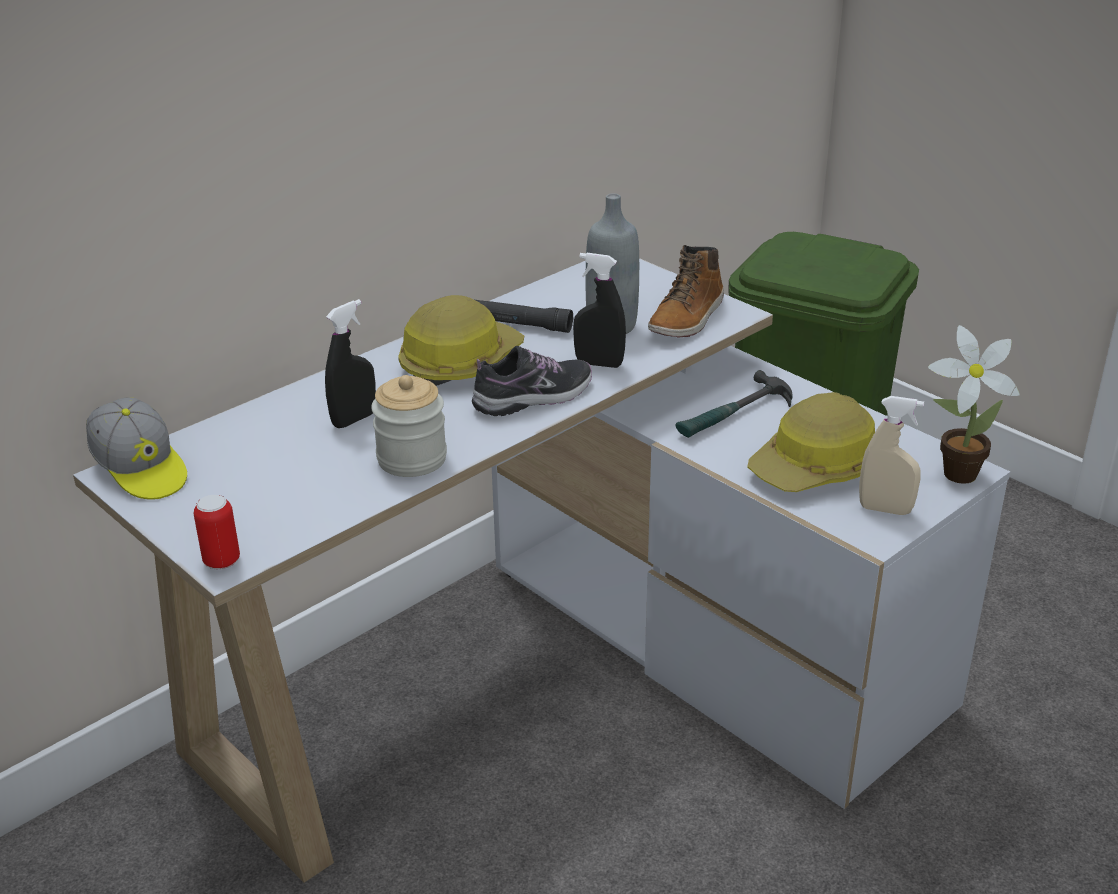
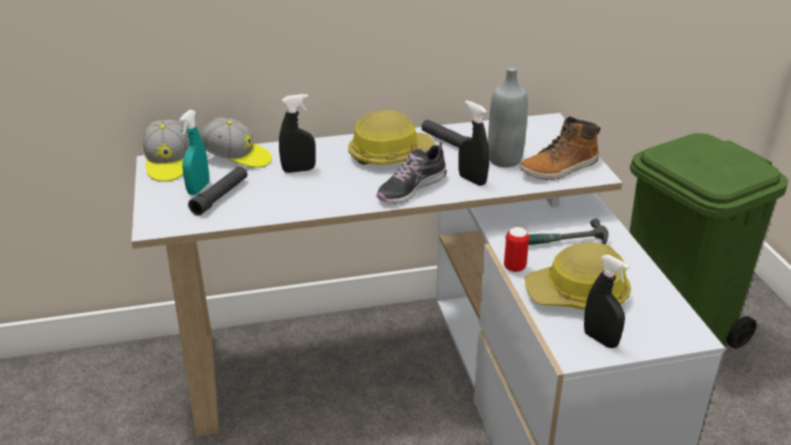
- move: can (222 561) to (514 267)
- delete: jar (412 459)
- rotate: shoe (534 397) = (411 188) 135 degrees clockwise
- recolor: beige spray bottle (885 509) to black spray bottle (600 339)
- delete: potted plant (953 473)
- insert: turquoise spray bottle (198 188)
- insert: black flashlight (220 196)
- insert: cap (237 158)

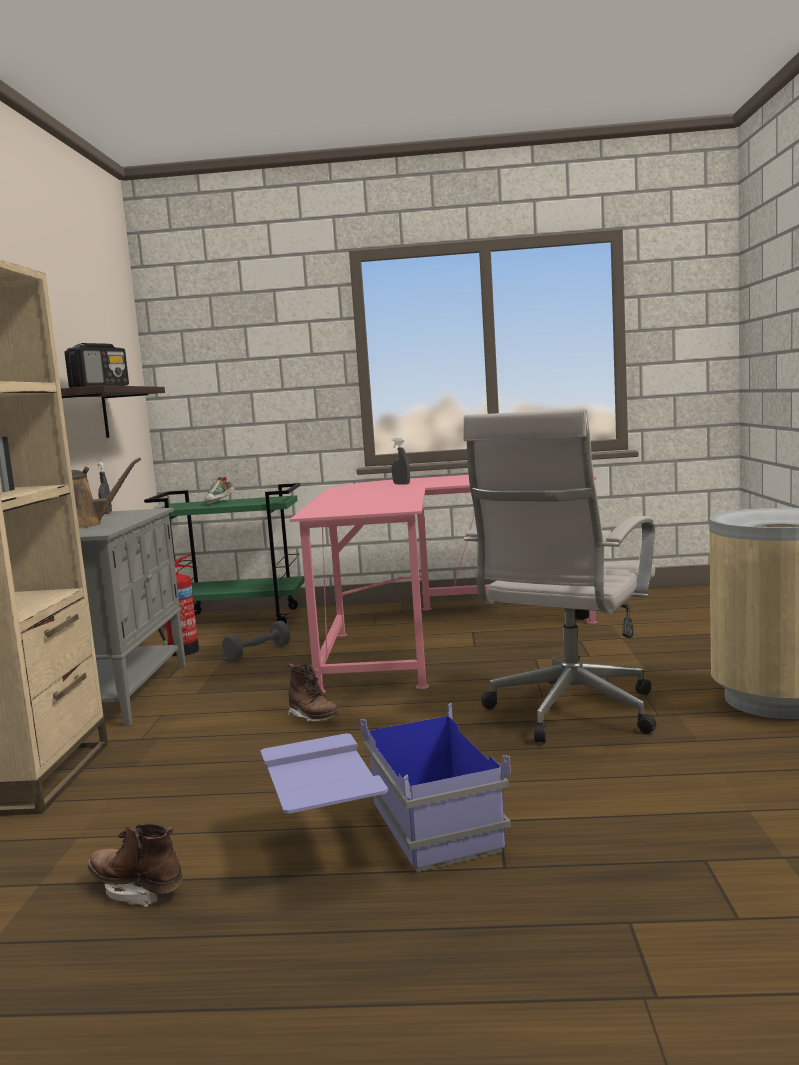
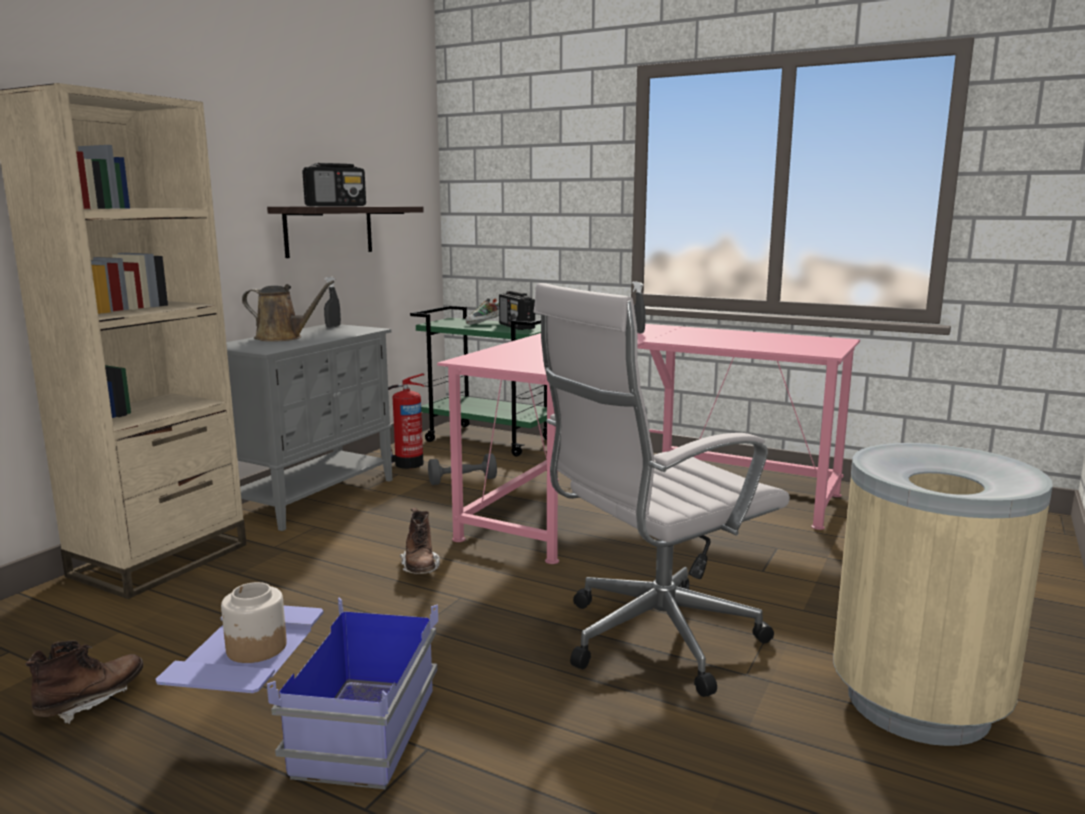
- rotate: brown boot (137 889) = (91 701) 75 degrees clockwise
- insert: jar (256 647)
- insert: radio (517 326)

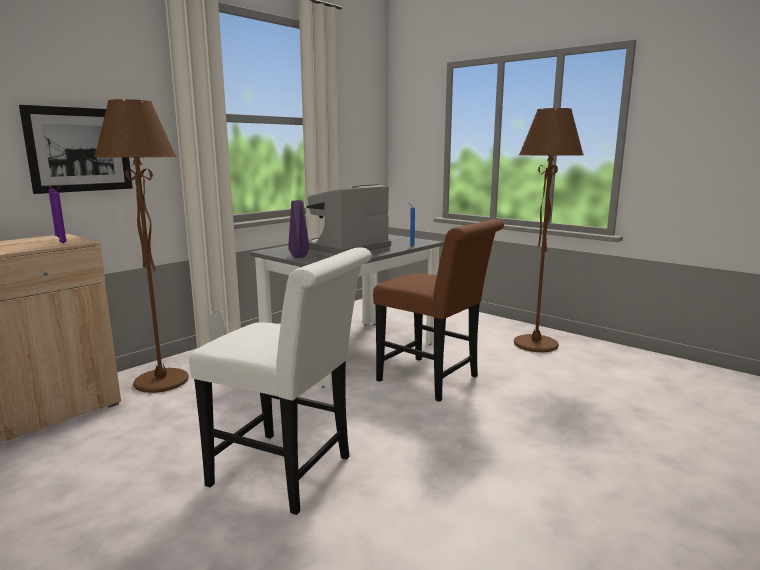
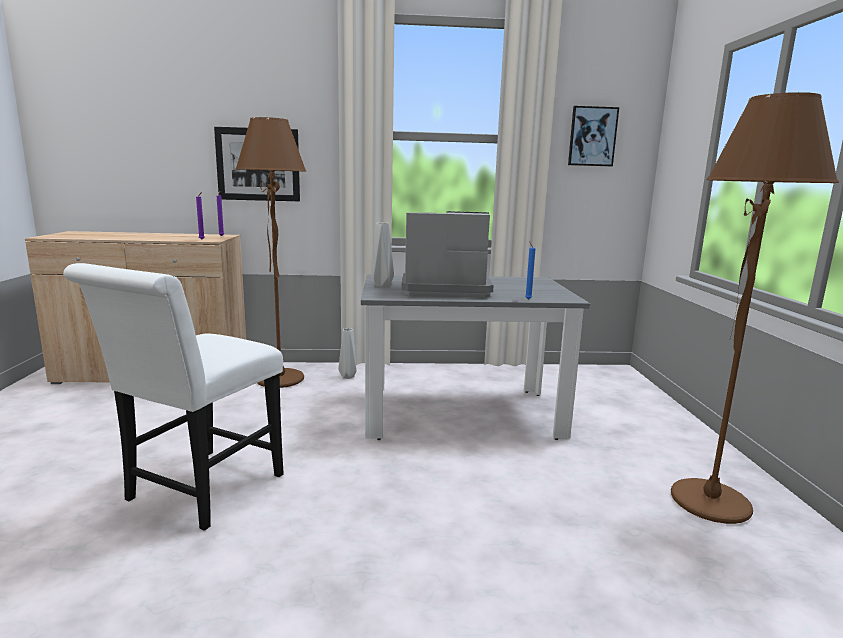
- rotate: white chair (289 473) = (198 492) 45 degrees clockwise
- recolor: purple vase (299 257) to grey vase (381 286)
- delete: brown chair (434 380)
- insert: picture (592 136)

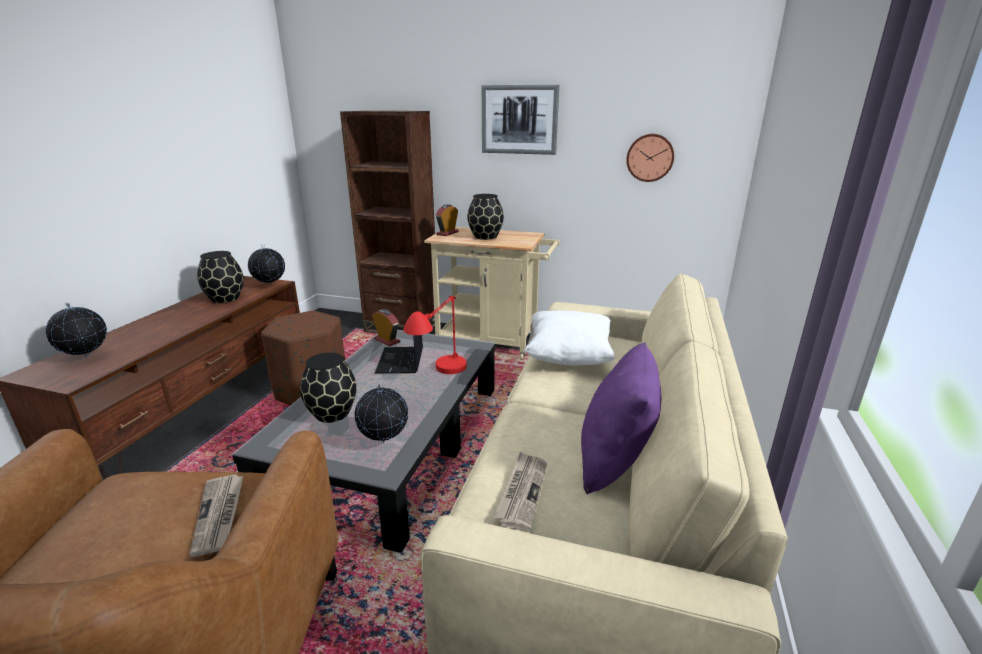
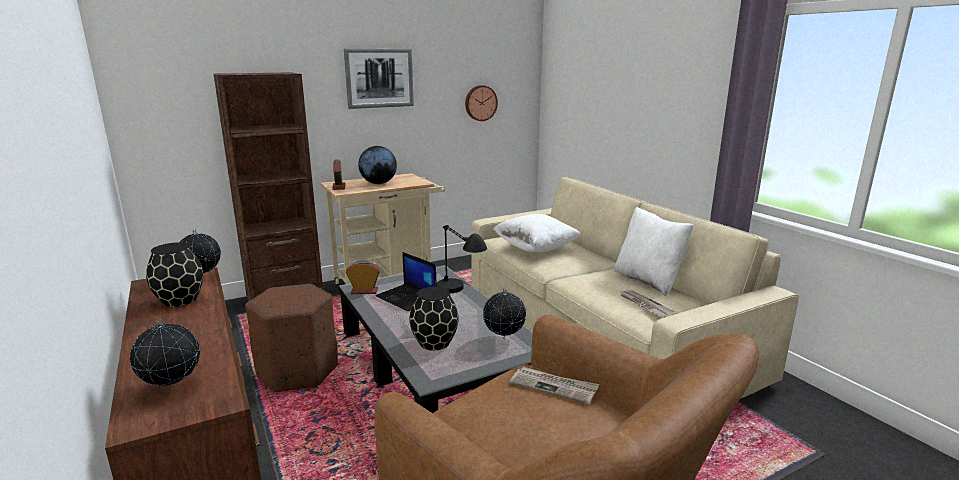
- recolor: red table lamp (439 379) to black table lamp (460 296)
- replace: black vase (486 237) to globe (378 183)
- recolor: purple pillow (614 460) to white pillow (648 281)

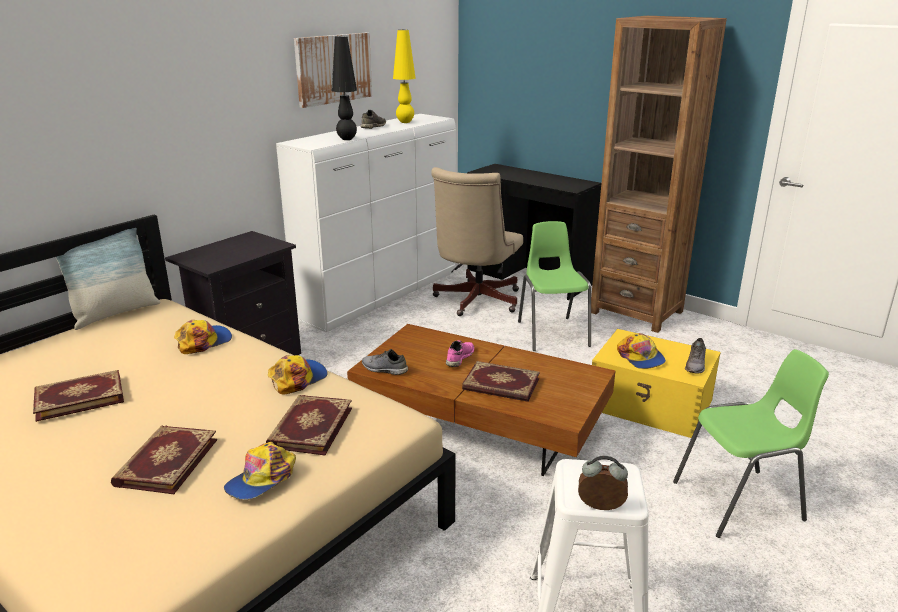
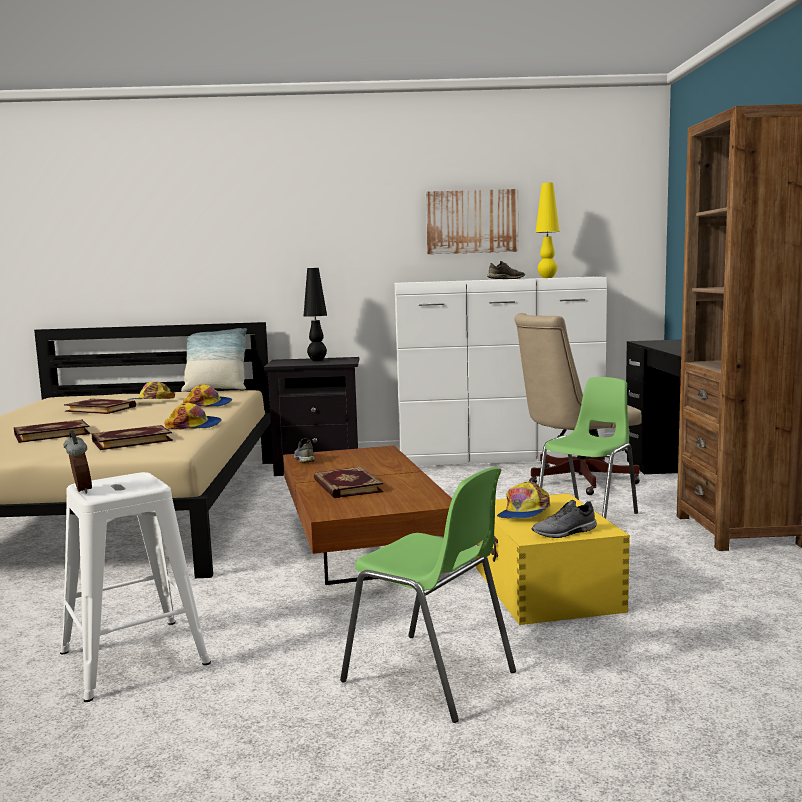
- move: cap (262 479) to (150 401)
- move: black table lamp (346 139) to (317 360)
- delete: pink shoe (459 358)

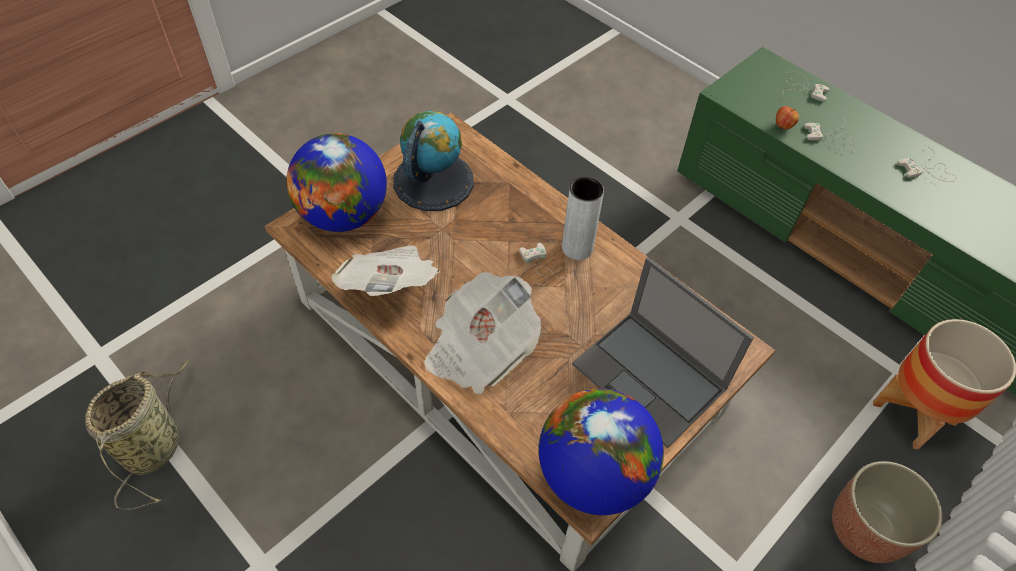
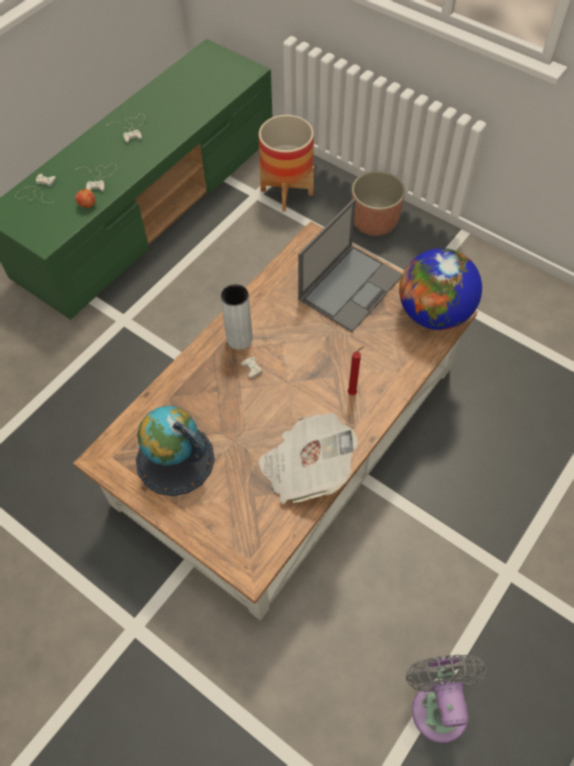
- replace: basket (155 445) to grey fan (438 704)
- delete: globe (344 215)
- replace: newspaper (479 349) to red candle (353 392)

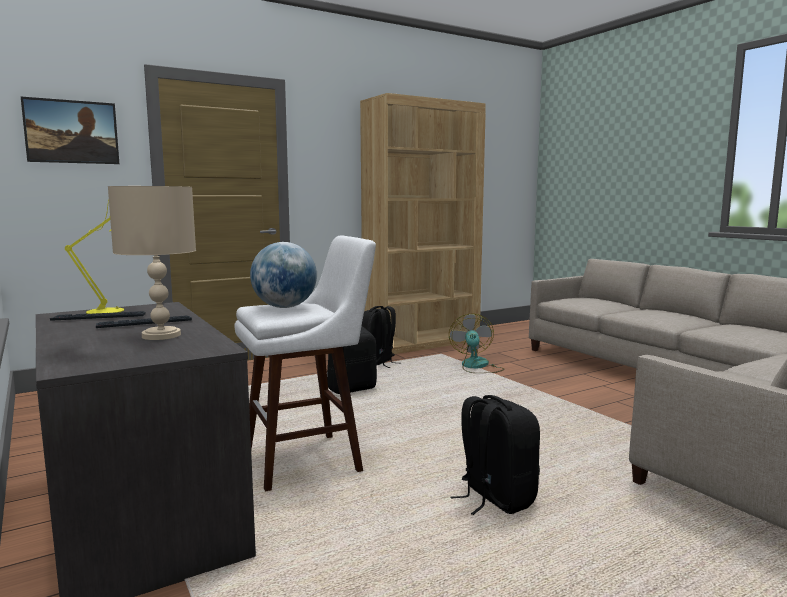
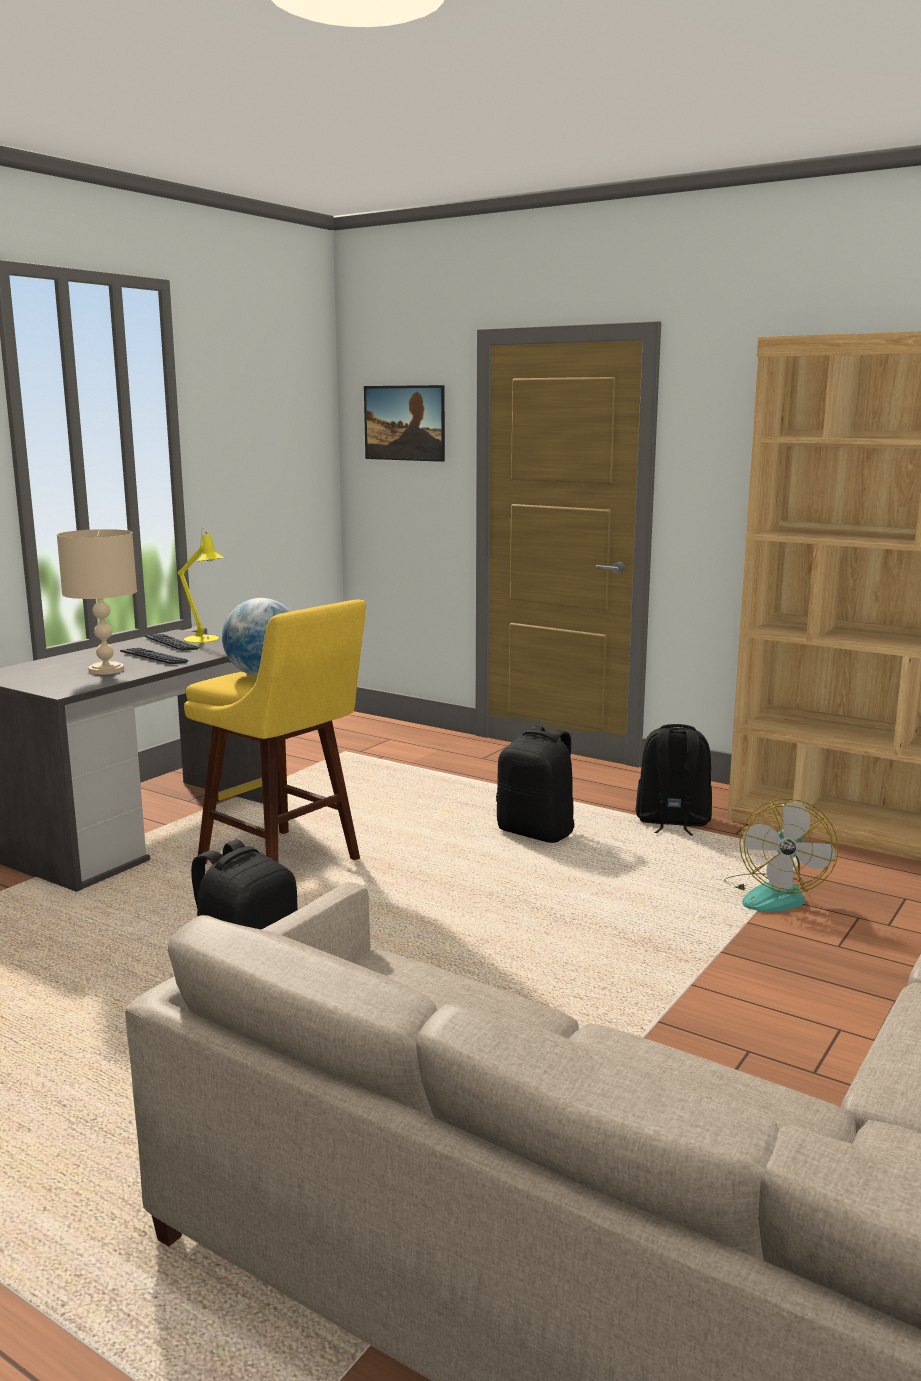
- recolor: white stool (308 460) to yellow stool (284 864)
- rotate: fan (476 367) = (774 894) 135 degrees clockwise

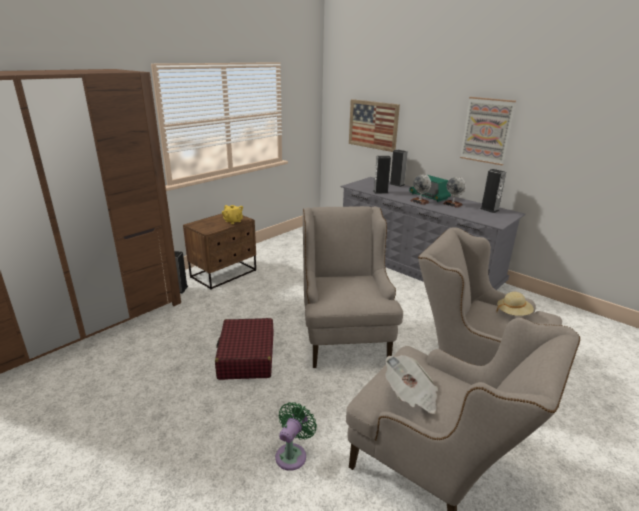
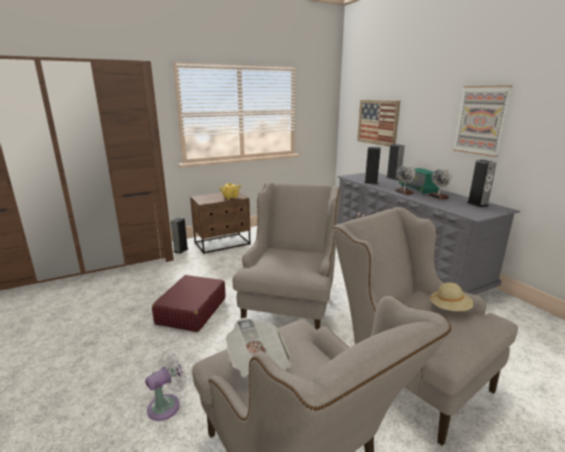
- recolor: green fan (292 454) to white fan (167 405)

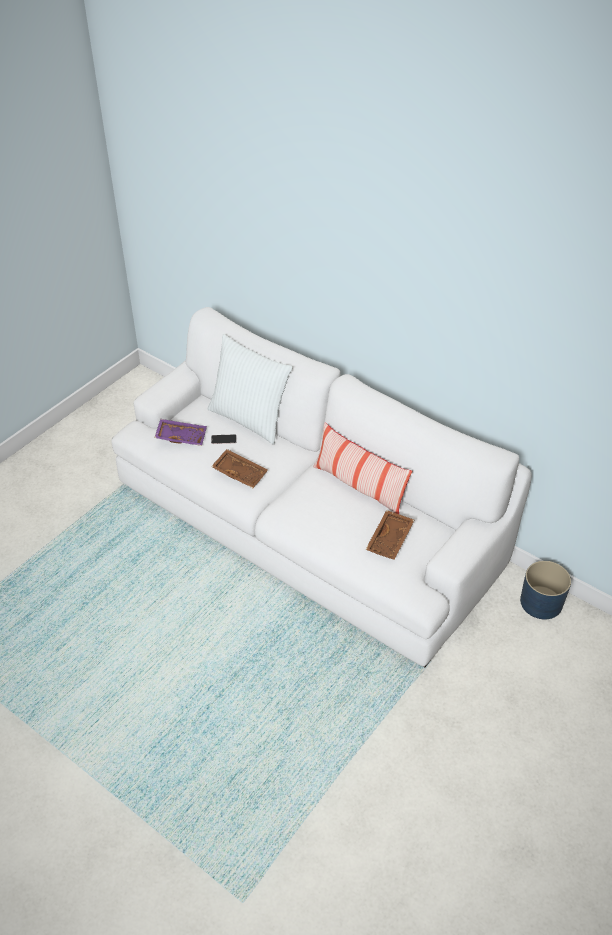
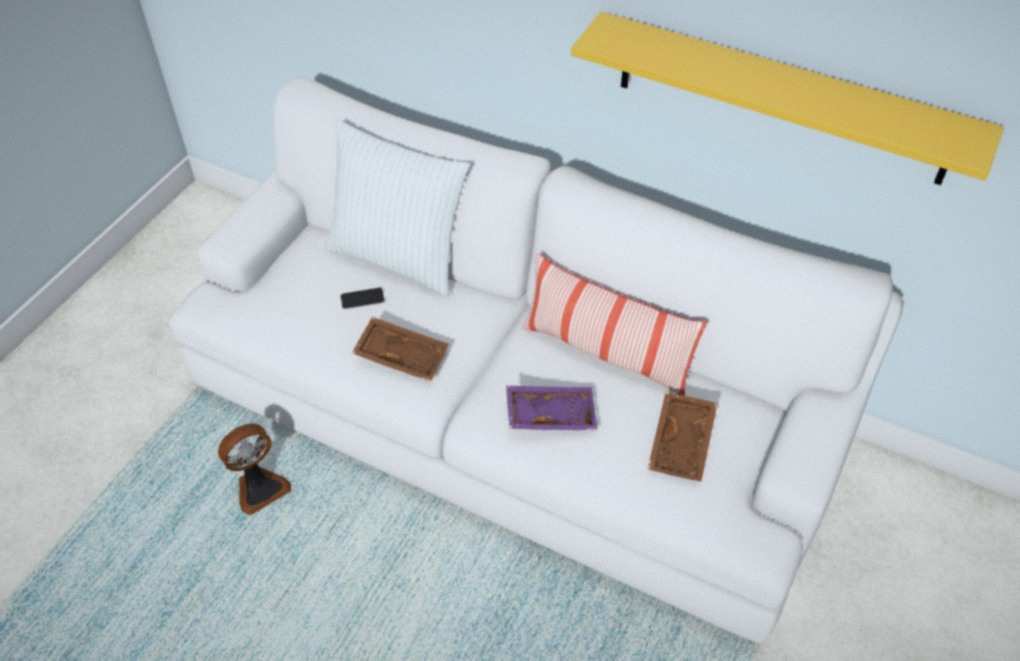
- move: purple tray (181 436) to (550 414)
- delete: blue planter (541 602)
- insert: fan (260 488)
- insert: yellow shelf (781 99)

